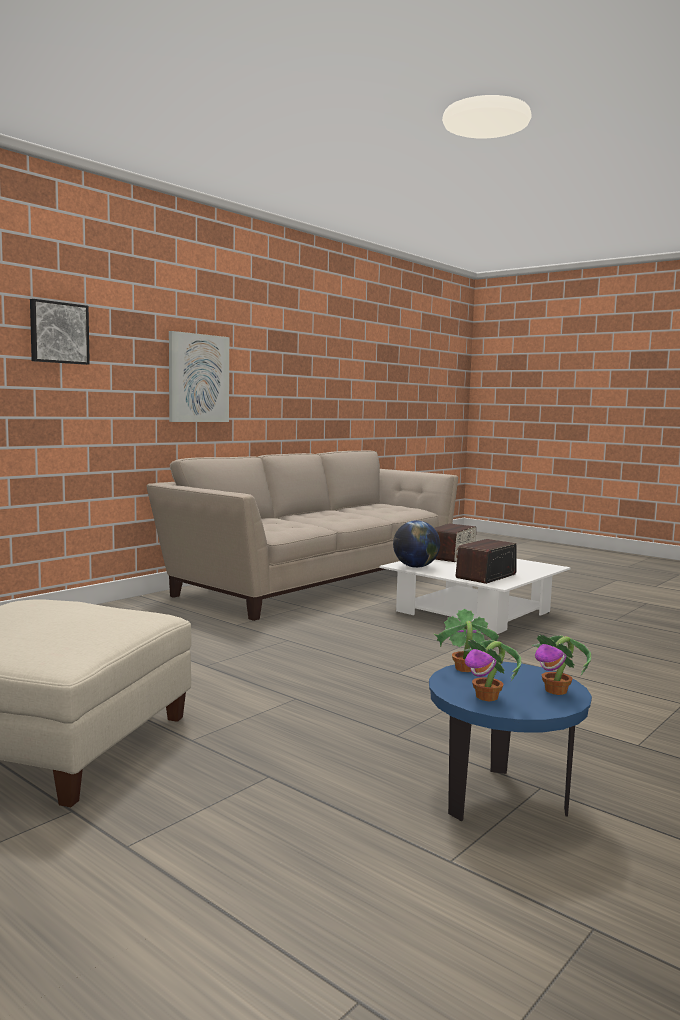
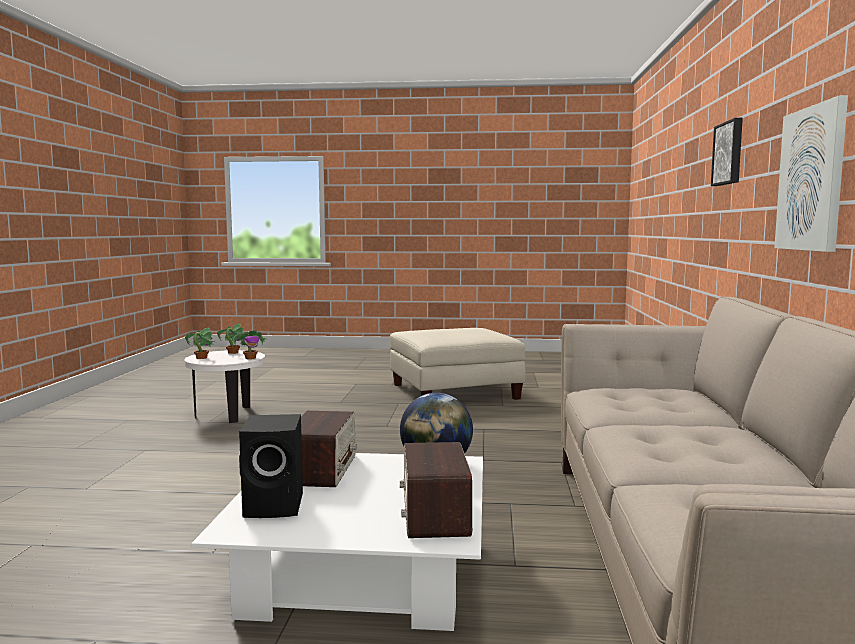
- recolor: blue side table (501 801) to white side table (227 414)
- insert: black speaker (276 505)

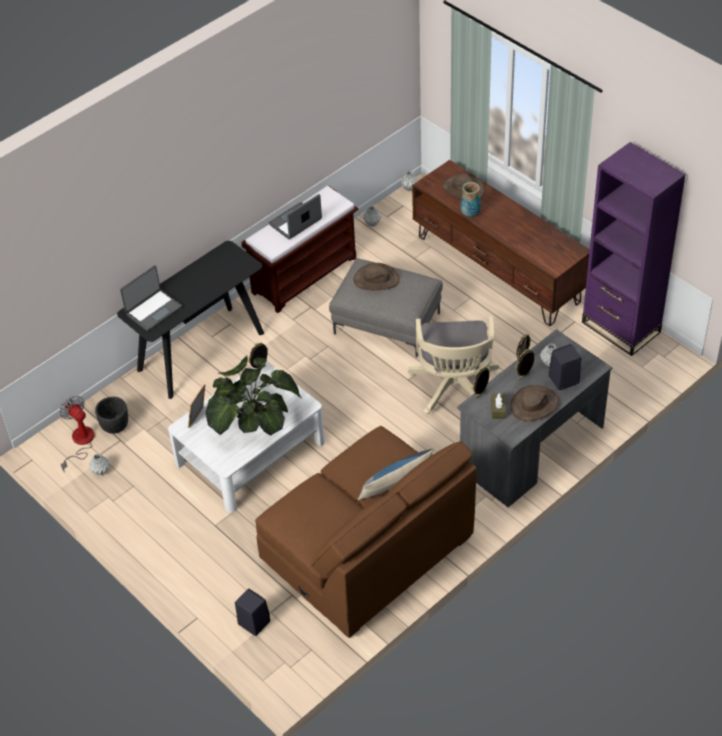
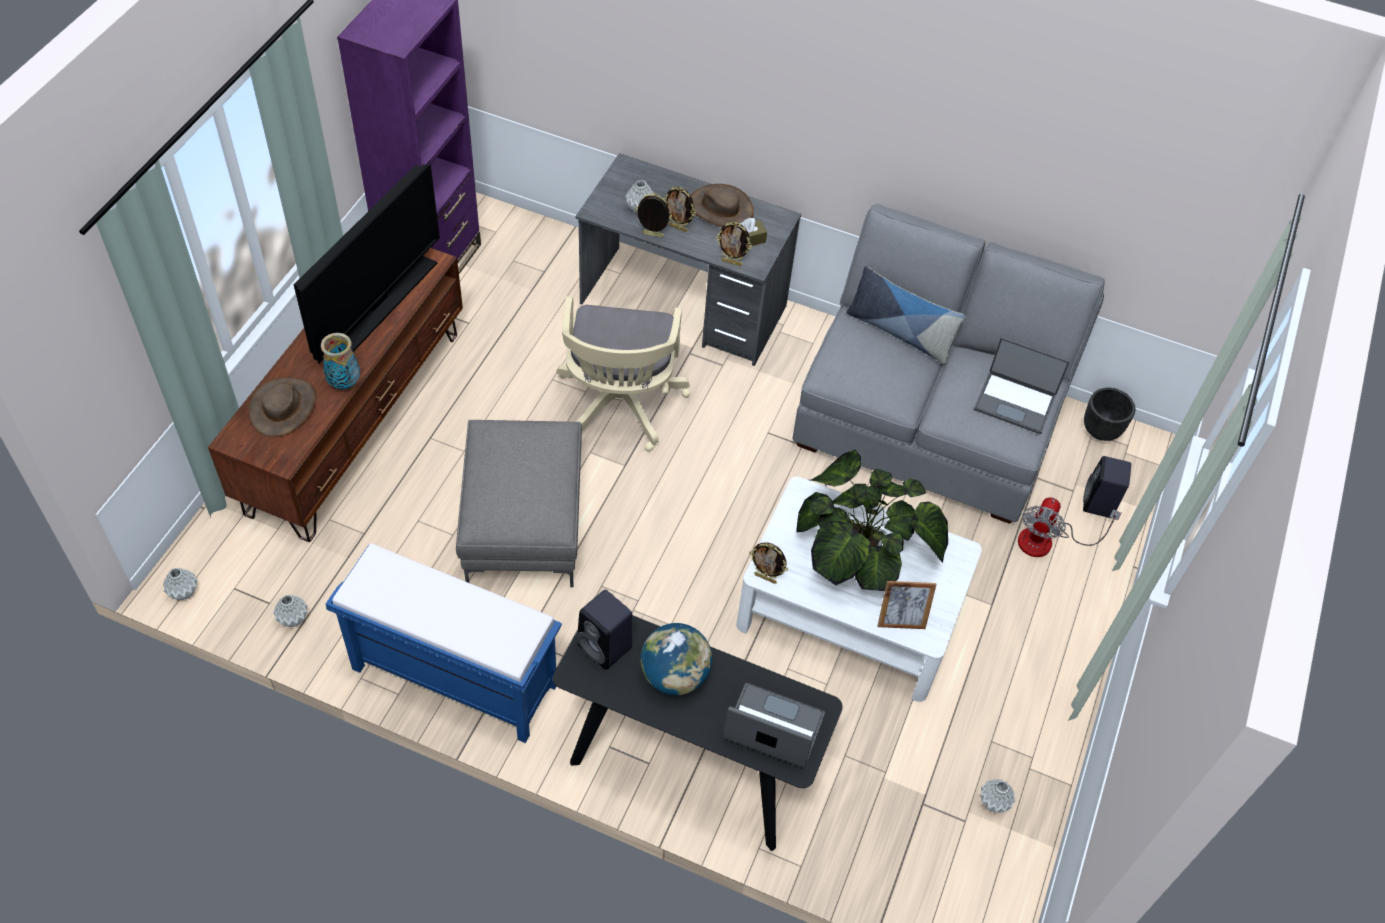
- move: fan (80 443) to (1047 541)
- move: black planter (115 427) to (1101 430)
- recolor: brown bench (305 274) to blue bench (452 677)
- recolor: brown sofa (366 550) to grey sofa (927 423)
- move: laptop (296 222) to (1015 402)
- delete: brown hat (376 279)
- rotate: beige office chair (454 389) = (619 408) 120 degrees clockwise
- move: black speaker (563 380) to (606 647)
- insert: television (379 306)
- insert: globe (674 675)

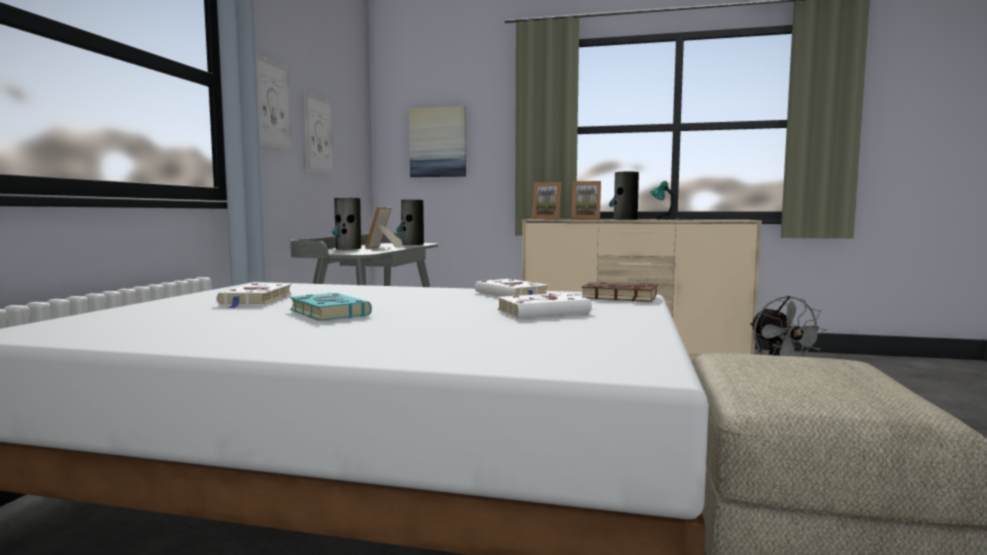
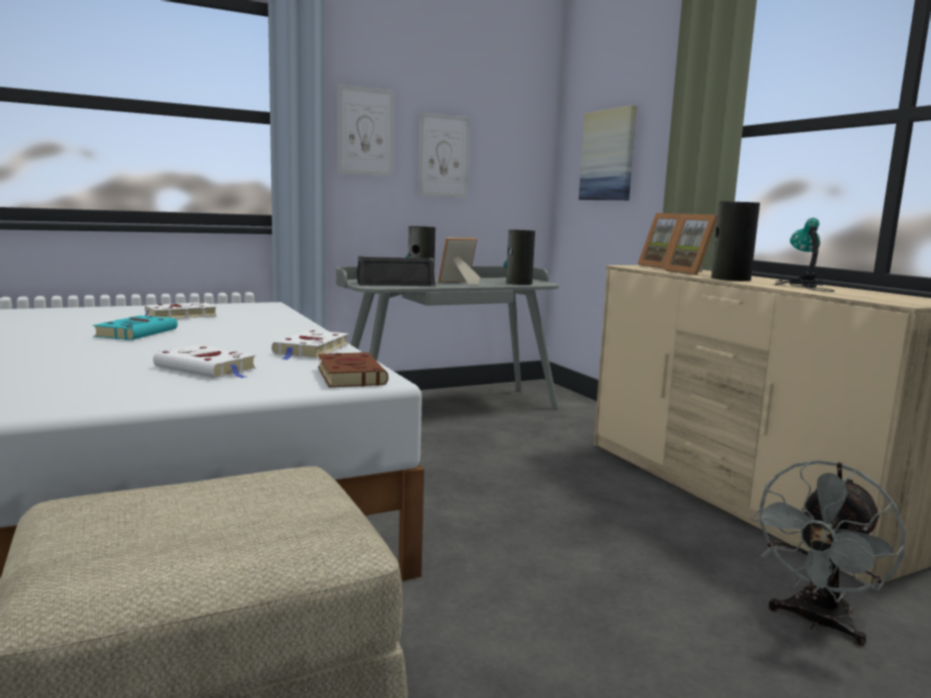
- insert: black speaker (395 284)

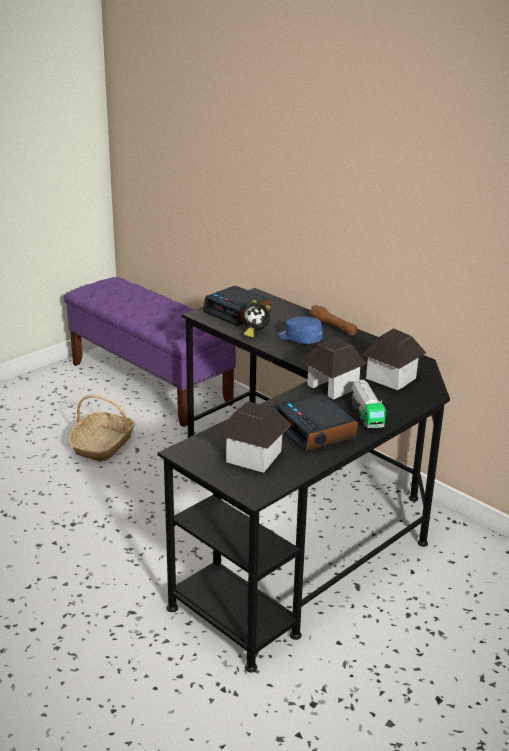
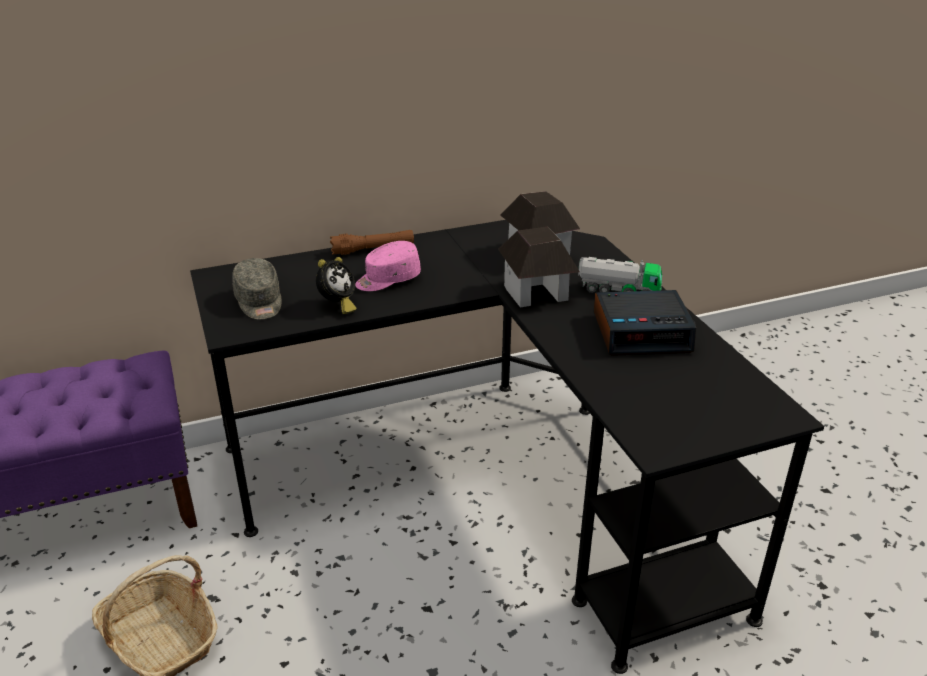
- replace: alarm clock (238 312) to grey cap (259 302)
- delete: toy house (253 456)
- recolor: blue cap (299 339) to pink cap (387 279)

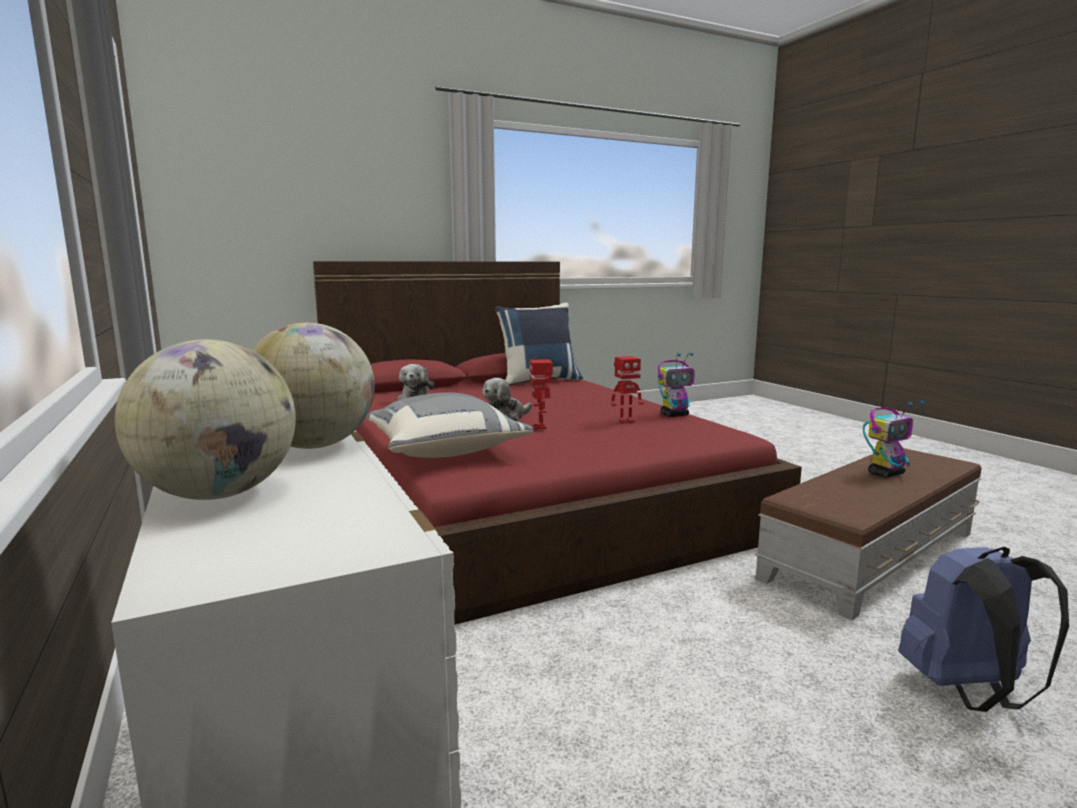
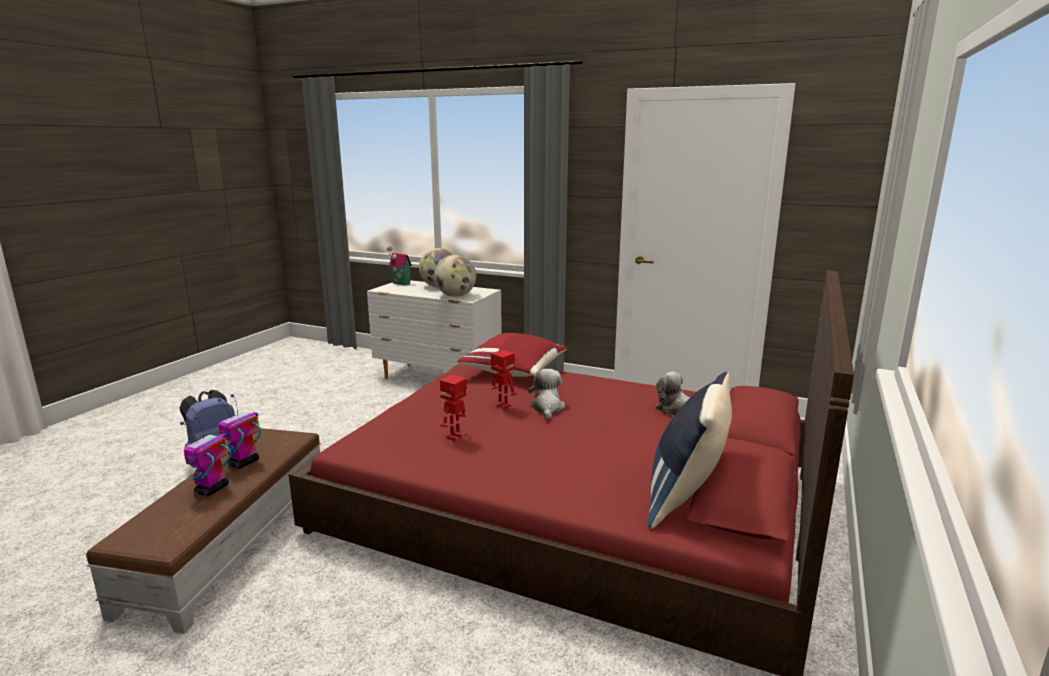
- recolor: grey pillow (445 451) to red pillow (515 372)
- move: toy robot (675 415) to (243 463)
- insert: toy house (400 284)

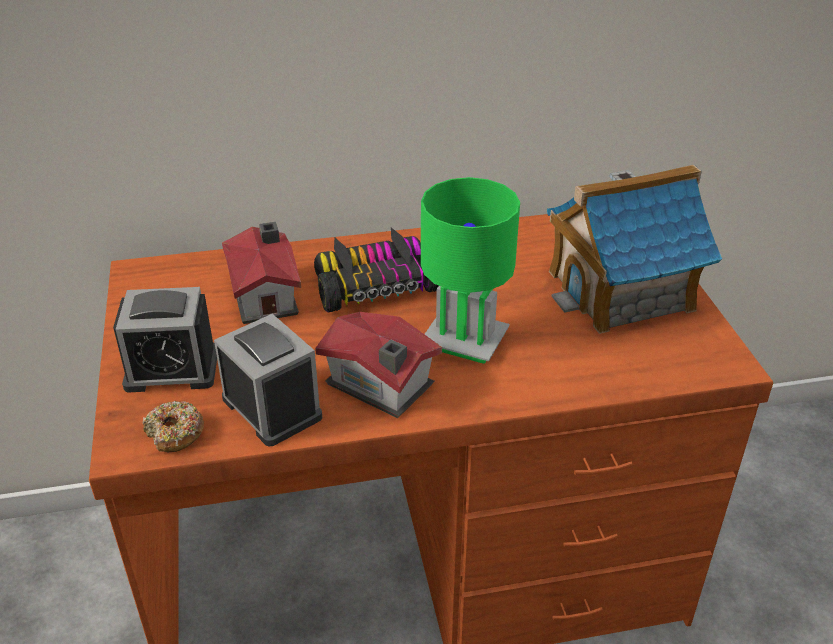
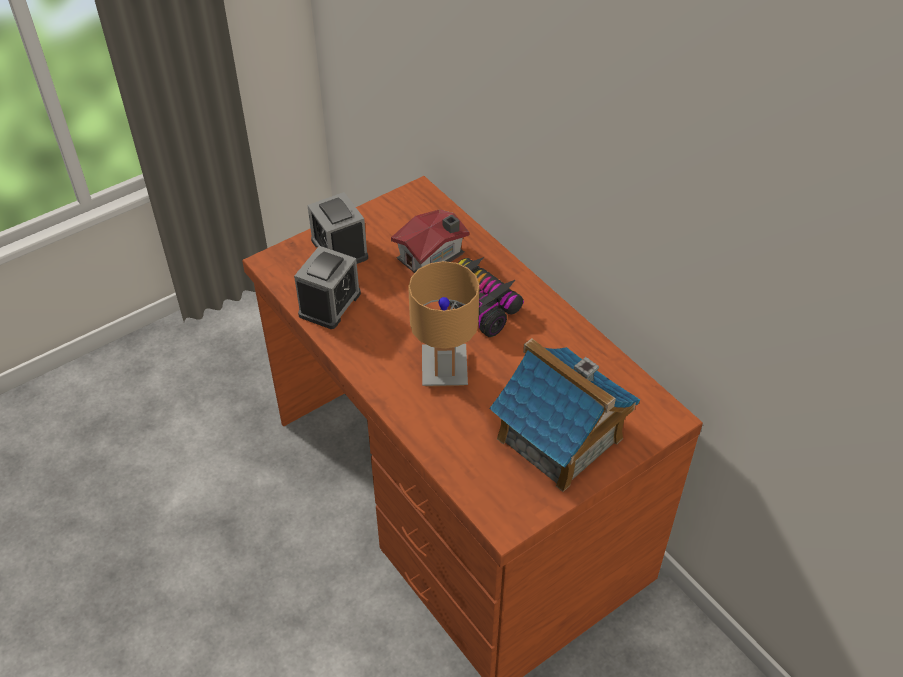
- delete: donut (175 434)
- delete: toy house (380 387)
- recolor: green table lamp (464 341) to brown table lamp (443 369)

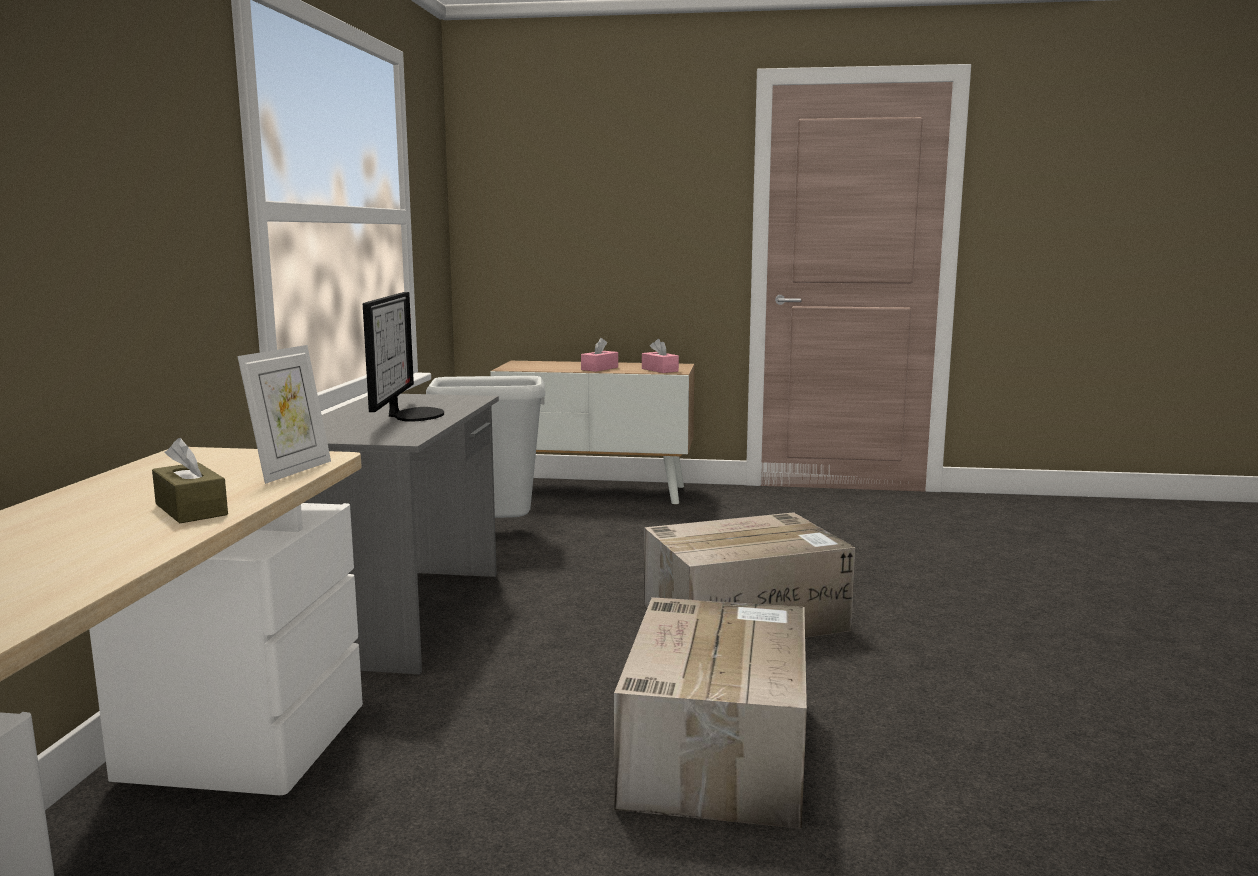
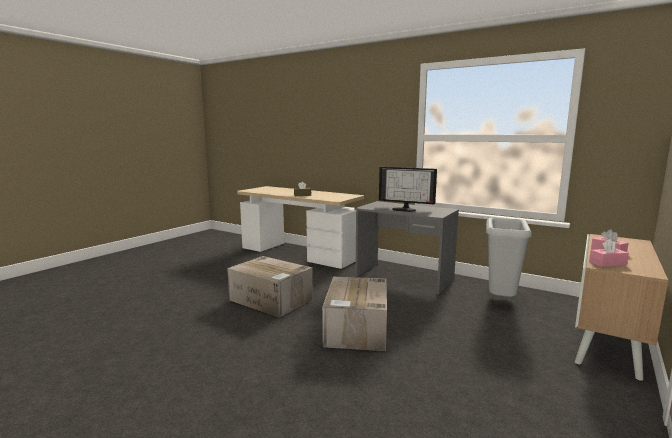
- delete: picture frame (291 471)

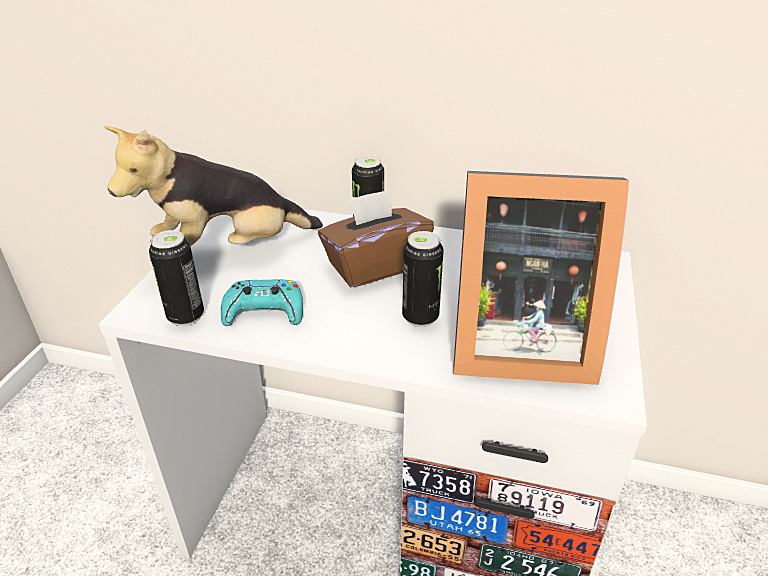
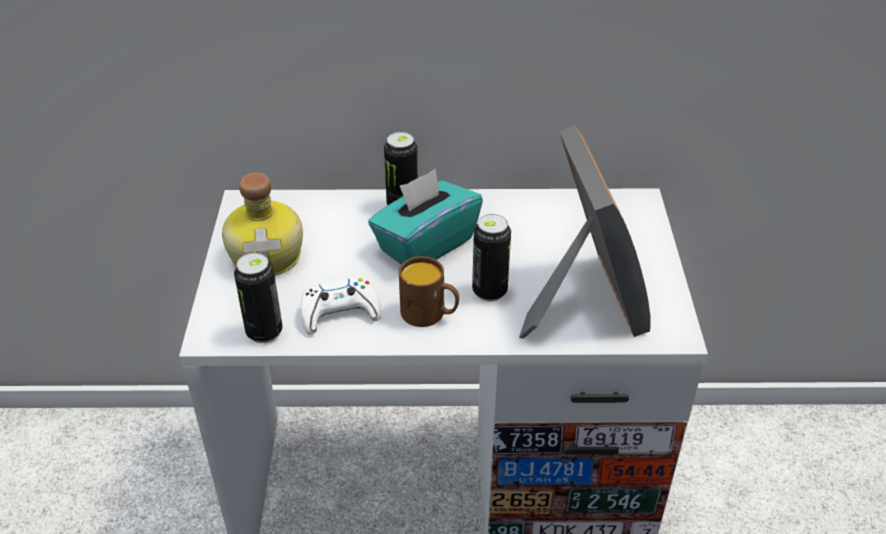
- replace: plush toy (228 252) to bottle (268 255)
- recolor: turquoise game controller (264 312) to white game controller (339 313)
- recolor: brown tissue box (375 266) to turquoise tissue box (425 244)
- rotate: picture frame (514 343) = (582 302) 90 degrees counterclockwise
- insert: brown mug (430 314)

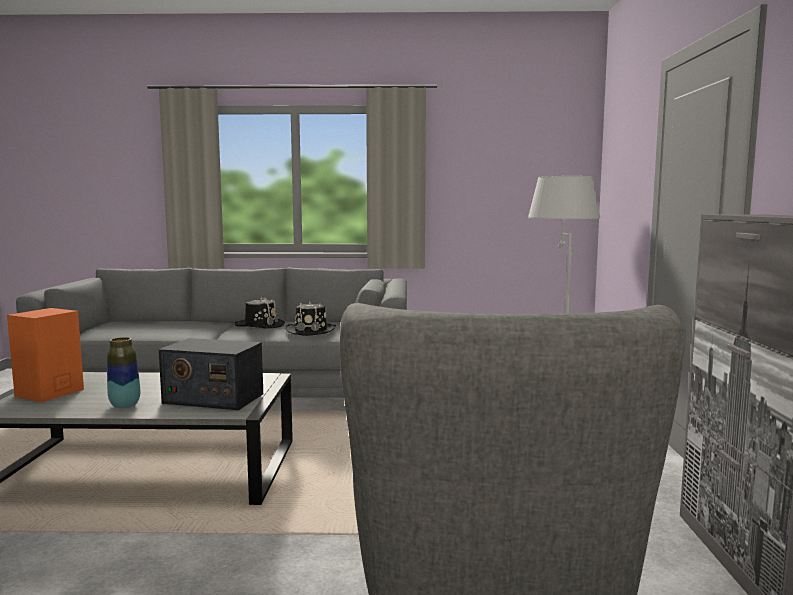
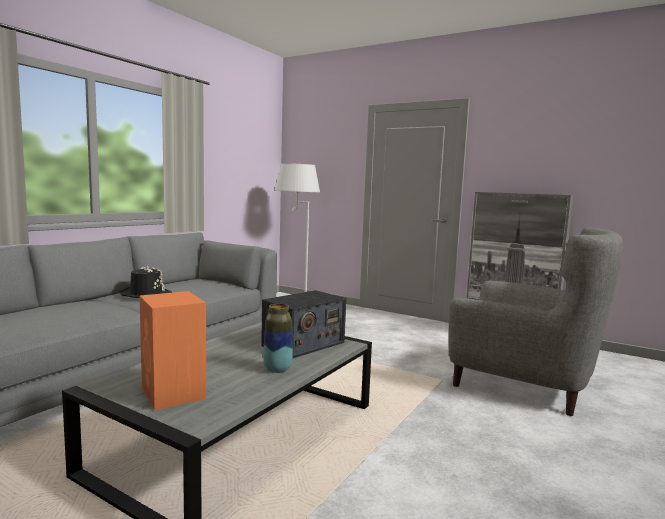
- delete: black hat (311 330)

